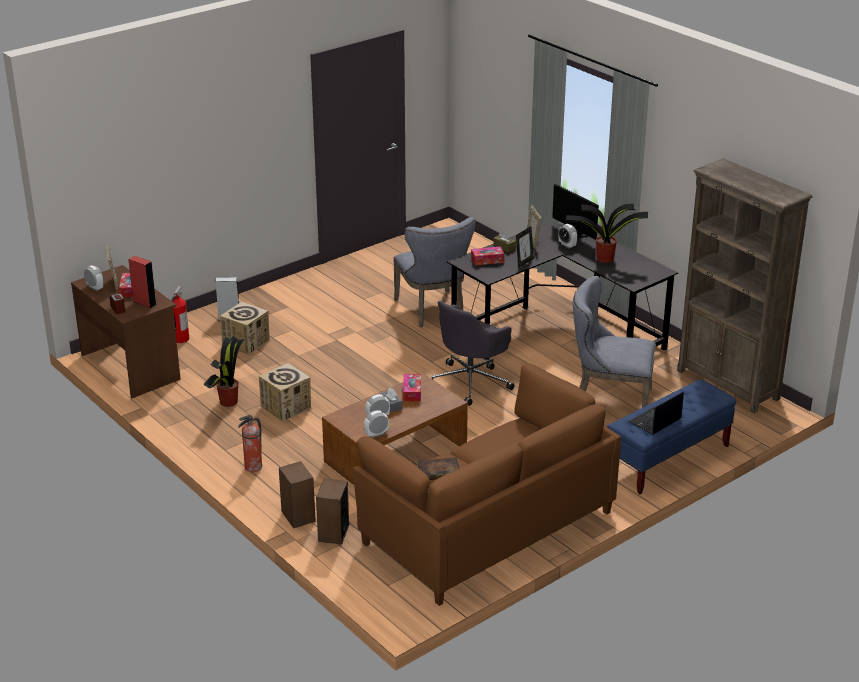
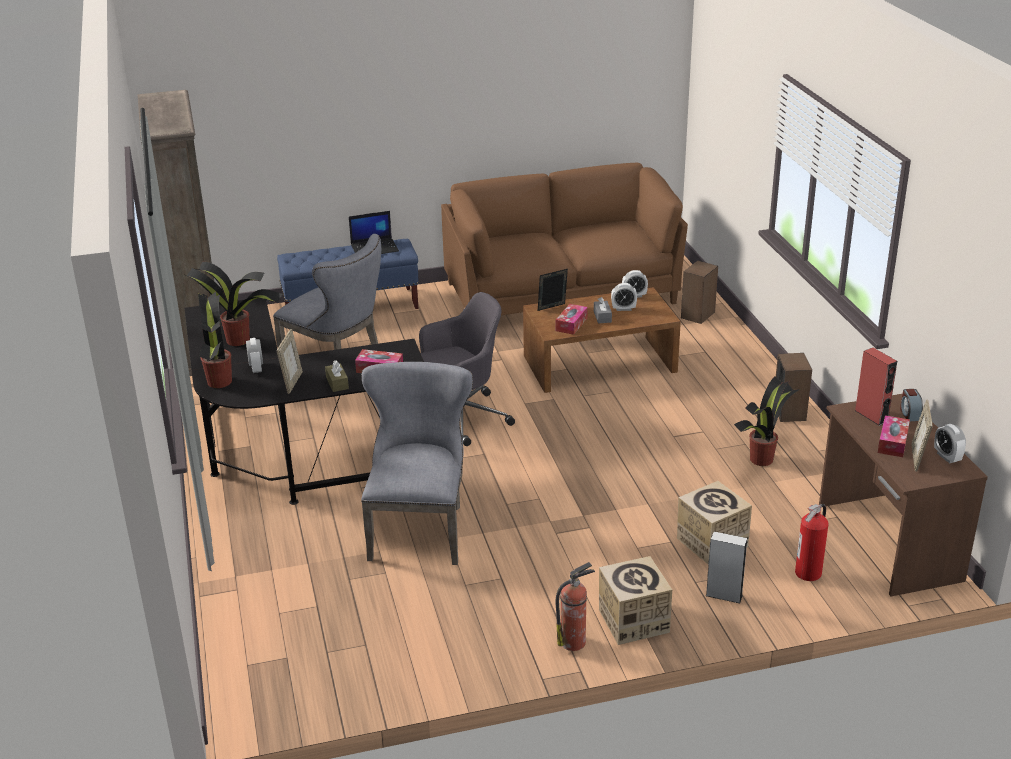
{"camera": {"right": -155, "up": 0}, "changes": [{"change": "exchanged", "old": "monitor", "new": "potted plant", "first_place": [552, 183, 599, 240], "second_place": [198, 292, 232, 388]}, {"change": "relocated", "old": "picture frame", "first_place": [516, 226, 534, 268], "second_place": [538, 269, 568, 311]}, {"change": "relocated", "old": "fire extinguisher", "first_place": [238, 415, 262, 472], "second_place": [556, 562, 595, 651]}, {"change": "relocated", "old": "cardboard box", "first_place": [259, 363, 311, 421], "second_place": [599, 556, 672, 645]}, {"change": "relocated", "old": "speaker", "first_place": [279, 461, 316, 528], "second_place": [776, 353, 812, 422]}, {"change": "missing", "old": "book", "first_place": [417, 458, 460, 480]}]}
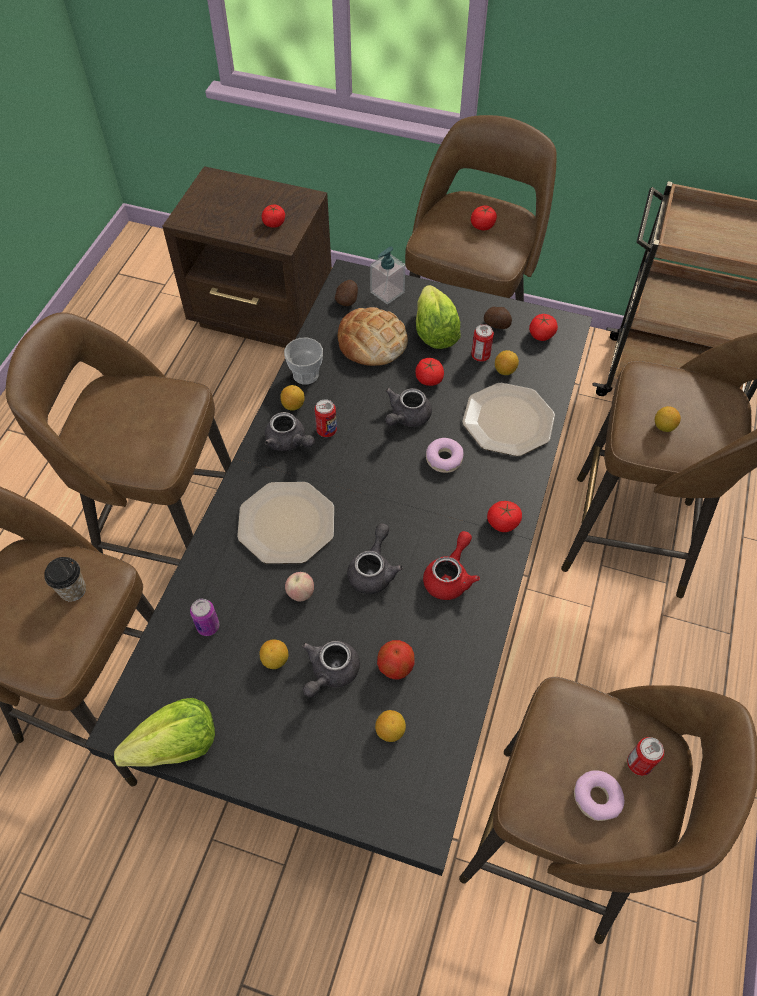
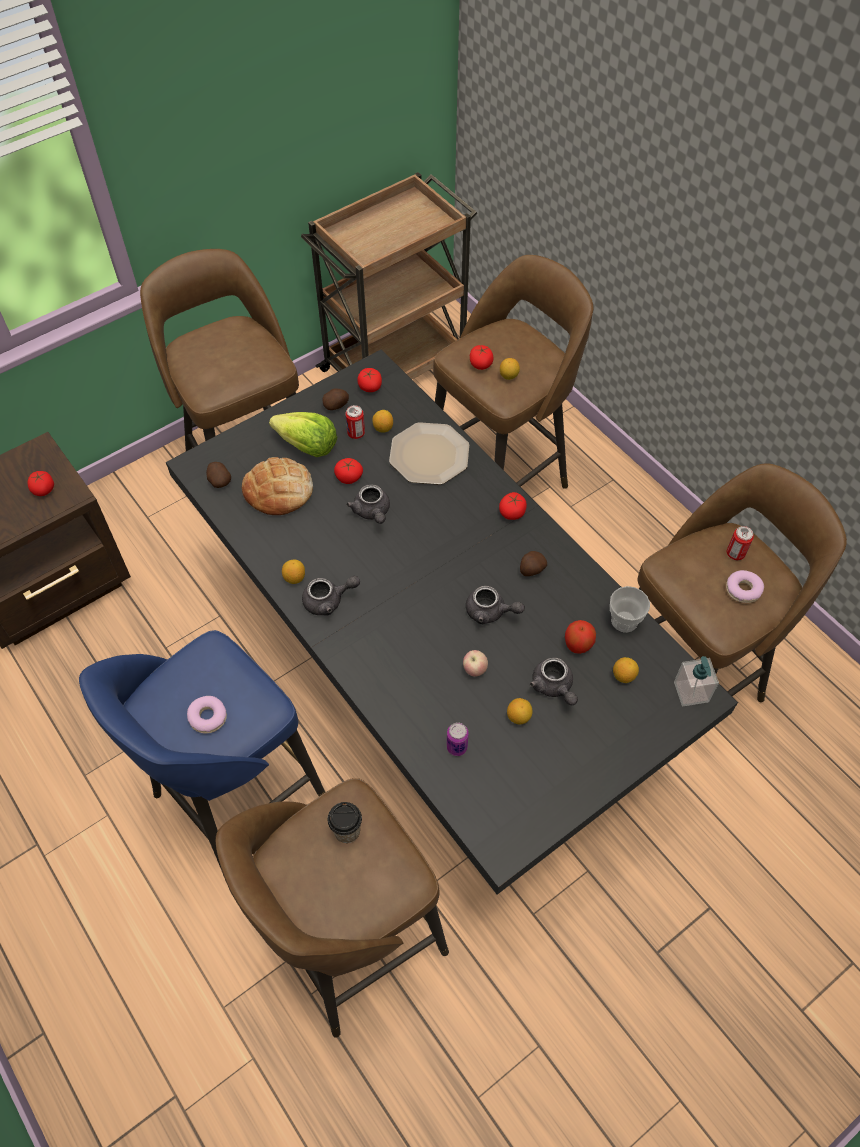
{"camera": {"right": -55, "up": 0}, "changes": [{"change": "colour", "old": "brown stool", "new": "blue stool", "first_place": [6, 312, 231, 566], "second_place": [79, 630, 325, 876]}, {"change": "relocated", "old": "donut", "first_place": [426, 438, 463, 473], "second_place": [187, 696, 227, 733]}, {"change": "spun", "old": "grey teapot", "first_place": [347, 523, 403, 594], "second_place": [466, 586, 525, 624], "degrees": 150}, {"change": "relocated", "old": "tomato", "first_place": [471, 205, 497, 230], "second_place": [470, 345, 493, 370]}, {"change": "exchanged", "old": "red teapot", "new": "potato", "first_place": [423, 531, 480, 600], "second_place": [520, 551, 547, 576]}, {"change": "relocated", "old": "cup", "first_place": [284, 338, 323, 385], "second_place": [610, 586, 650, 633]}, {"change": "relocated", "old": "soap dispenser", "first_place": [370, 246, 405, 304], "second_place": [674, 656, 719, 706]}, {"change": "missing", "old": "lettuce", "first_place": [114, 698, 215, 767]}, {"change": "missing", "old": "plate", "first_place": [237, 482, 334, 564]}, {"change": "missing", "old": "can", "first_place": [315, 399, 337, 437]}]}
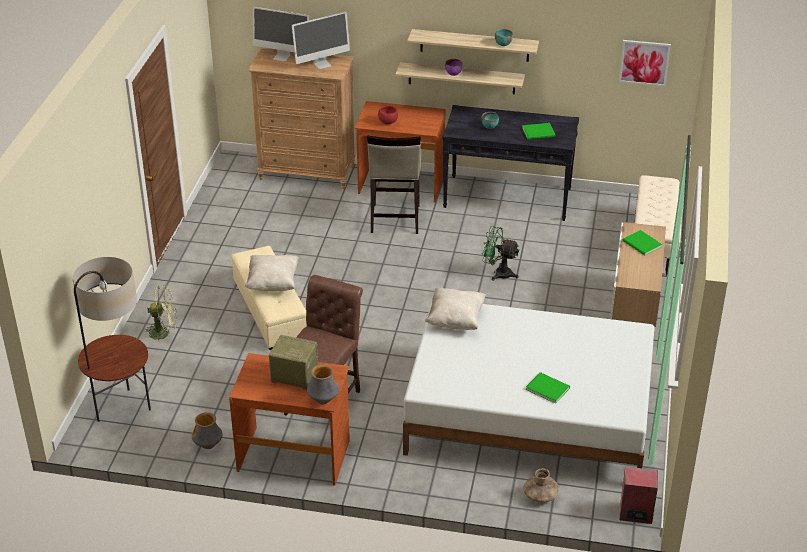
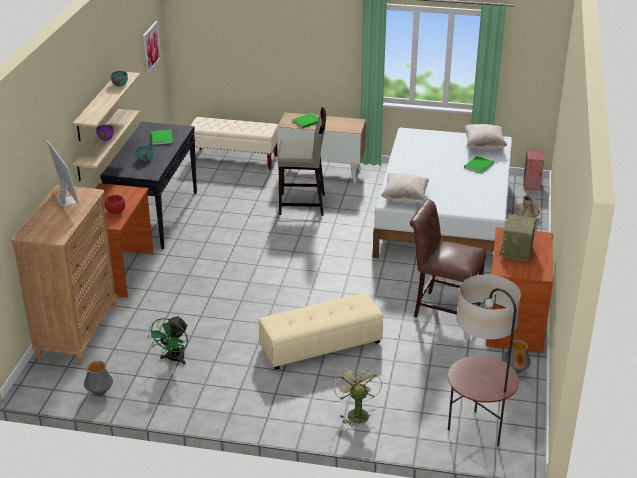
{"camera": {"right": -90, "up": -5}, "changes": [{"change": "relocated", "old": "vase", "first_place": [307, 364, 339, 404], "second_place": [84, 361, 113, 396]}, {"change": "relocated", "old": "green fan", "first_place": [482, 226, 519, 281], "second_place": [148, 316, 188, 365]}, {"change": "relocated", "old": "beige stool", "first_place": [367, 136, 421, 234], "second_place": [278, 107, 326, 216]}, {"change": "relocated", "old": "beige pillow", "first_place": [245, 255, 299, 291], "second_place": [464, 124, 507, 150]}, {"change": "missing", "old": "monitor", "first_place": [253, 7, 309, 61]}]}
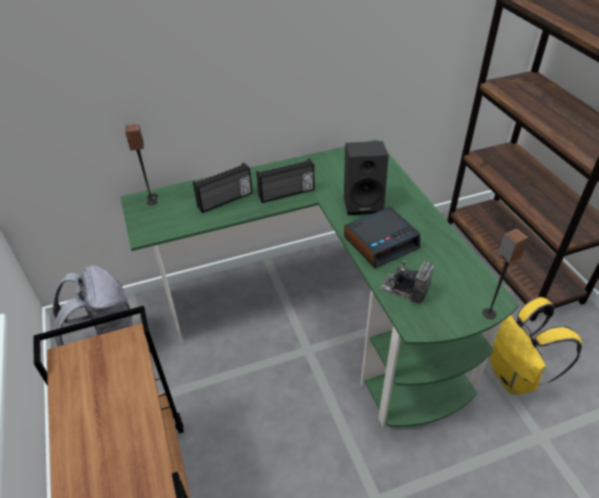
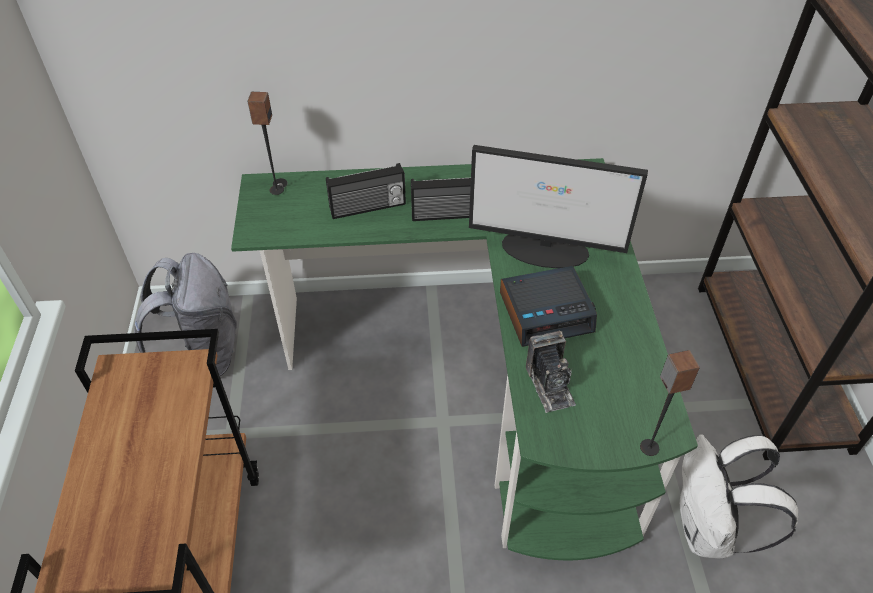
{"camera": {"right": 15, "up": 5}, "changes": [{"change": "exchanged", "old": "black speaker", "new": "monitor", "first_place": [344, 141, 389, 215], "second_place": [469, 145, 648, 268]}, {"change": "spun", "old": "photo camera", "first_place": [380, 260, 434, 304], "second_place": [526, 331, 576, 413], "degrees": -150}, {"change": "colour", "old": "yellow backpack", "new": "white backpack", "first_place": [490, 297, 582, 395], "second_place": [680, 434, 798, 558]}]}
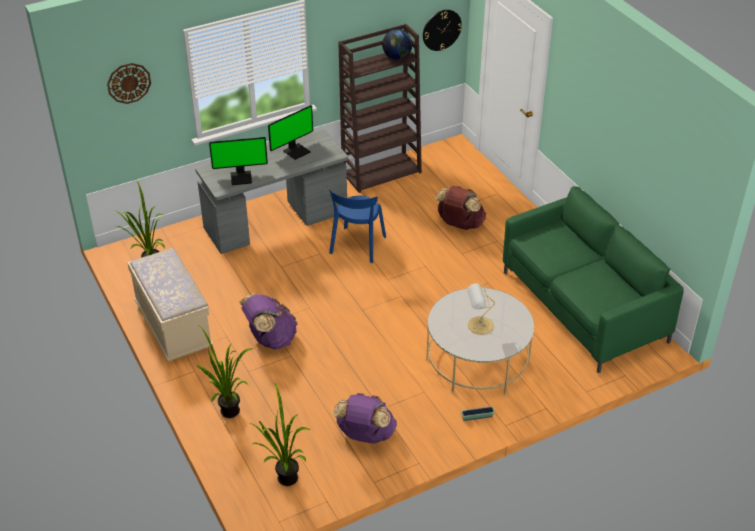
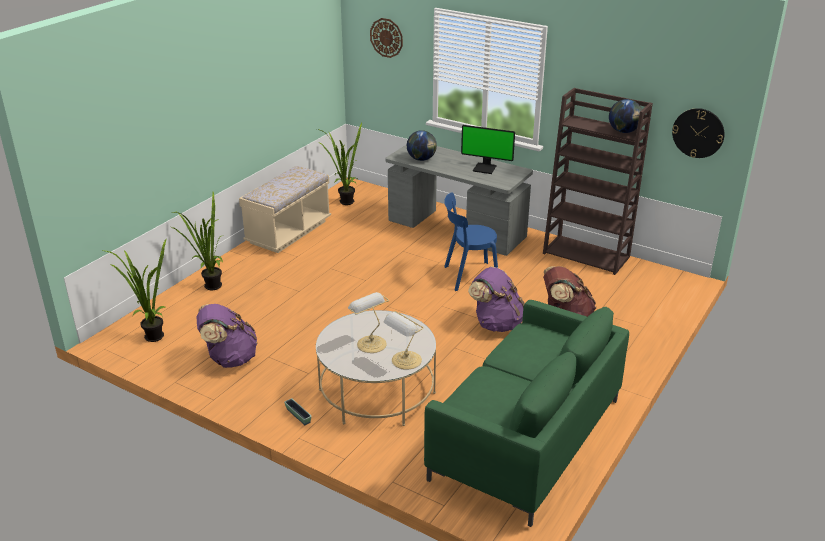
{"camera": {"right": 60, "up": -10}, "changes": [{"change": "appeared", "new": "table lamp", "second_place": [384, 311, 424, 370]}, {"change": "exchanged", "old": "monitor", "new": "globe", "first_place": [209, 137, 268, 185], "second_place": [407, 130, 437, 161]}, {"change": "relocated", "old": "purple backpack", "first_place": [240, 294, 297, 350], "second_place": [468, 267, 525, 332]}]}
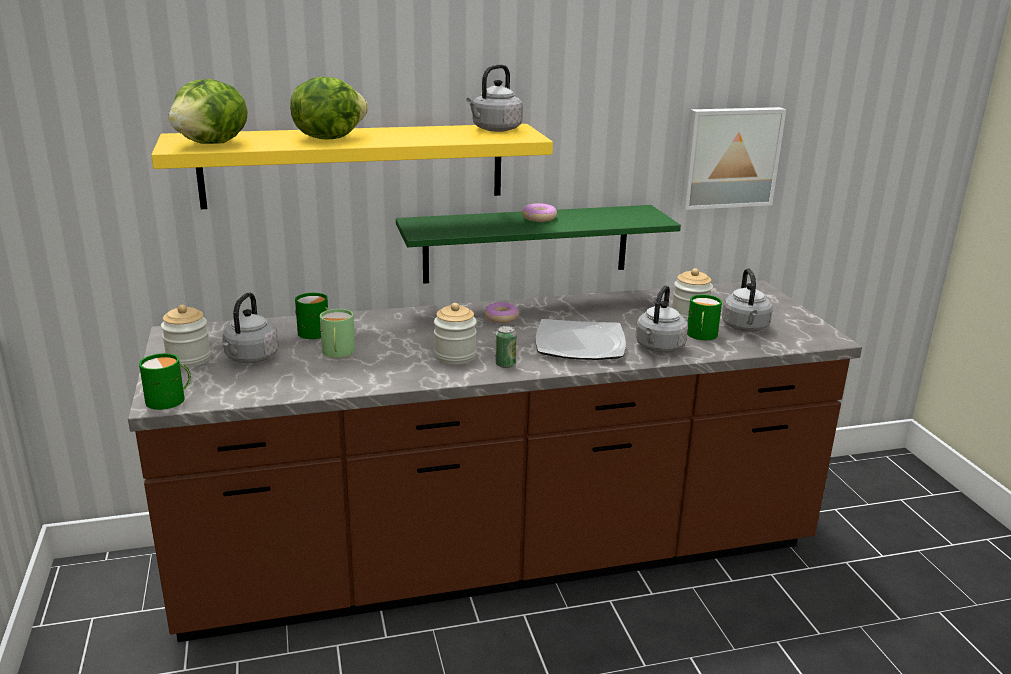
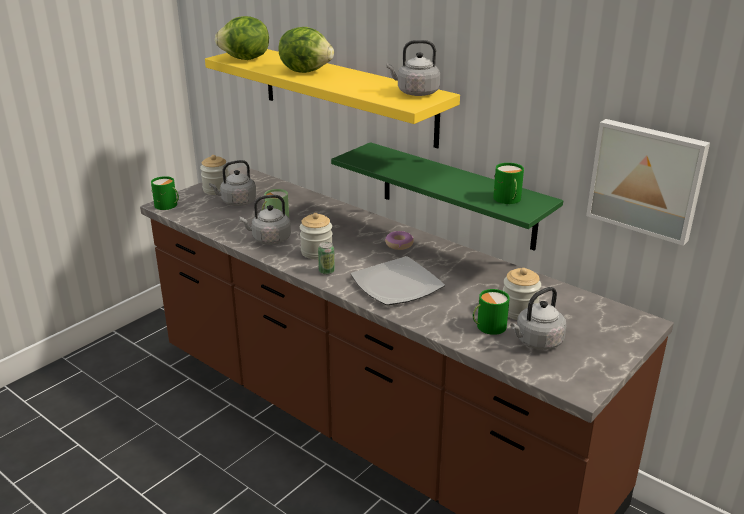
{"camera": {"right": 55, "up": 5}, "changes": [{"change": "relocated", "old": "grey kettle", "first_place": [635, 285, 688, 353], "second_place": [239, 195, 291, 245]}, {"change": "relocated", "old": "green mug", "first_place": [295, 293, 329, 339], "second_place": [493, 163, 524, 204]}, {"change": "missing", "old": "donut", "first_place": [522, 203, 557, 222]}]}
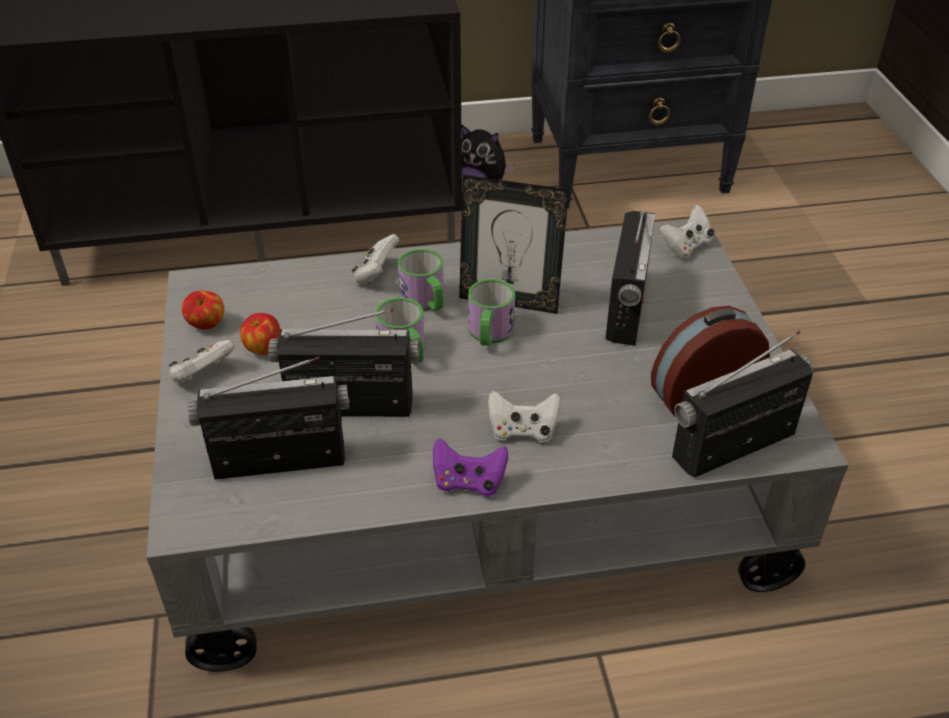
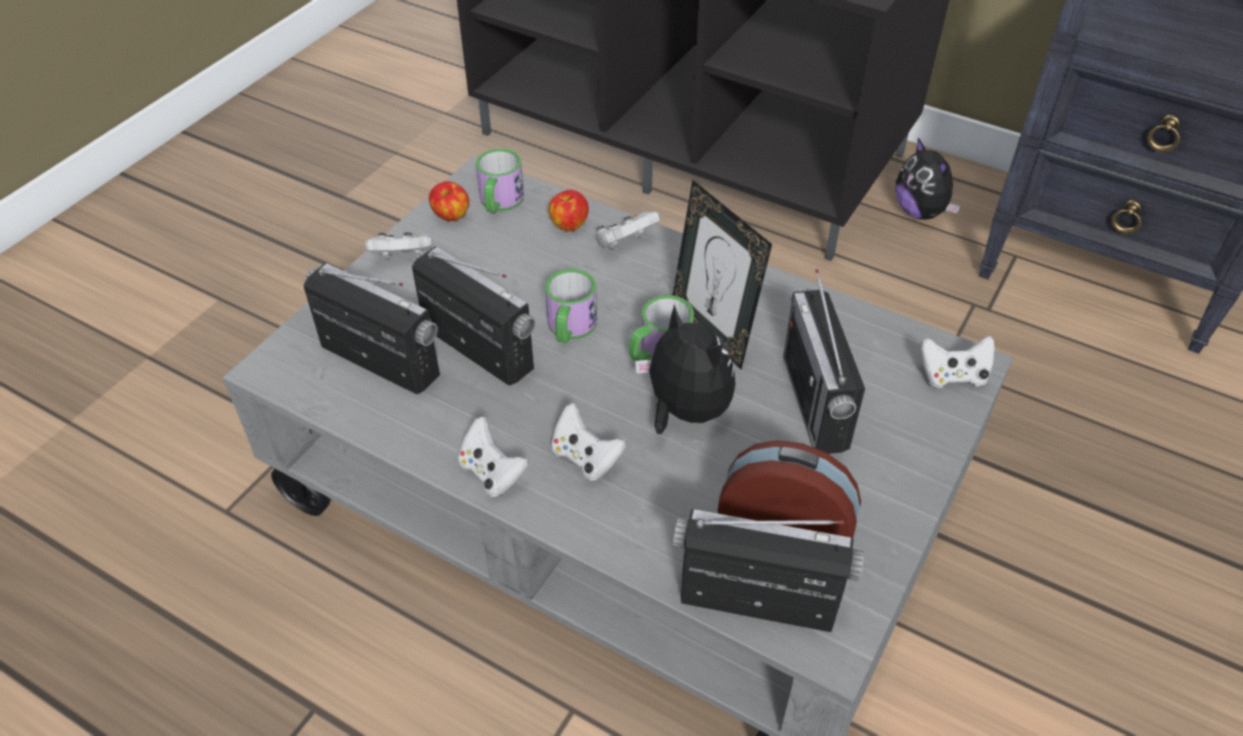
{"camera": {"right": 40, "up": 5}, "changes": [{"change": "colour", "old": "purple game controller", "new": "white game controller", "first_place": [433, 439, 508, 497], "second_place": [458, 417, 529, 497]}, {"change": "relocated", "old": "mug", "first_place": [398, 249, 444, 311], "second_place": [476, 149, 524, 213]}, {"change": "relocated", "old": "apple", "first_place": [240, 313, 280, 355], "second_place": [548, 190, 589, 231]}, {"change": "appeared", "new": "plush toy", "second_place": [635, 304, 736, 434]}, {"change": "spun", "old": "radio", "first_place": [605, 211, 655, 346], "second_place": [783, 269, 865, 454], "degrees": 120}]}
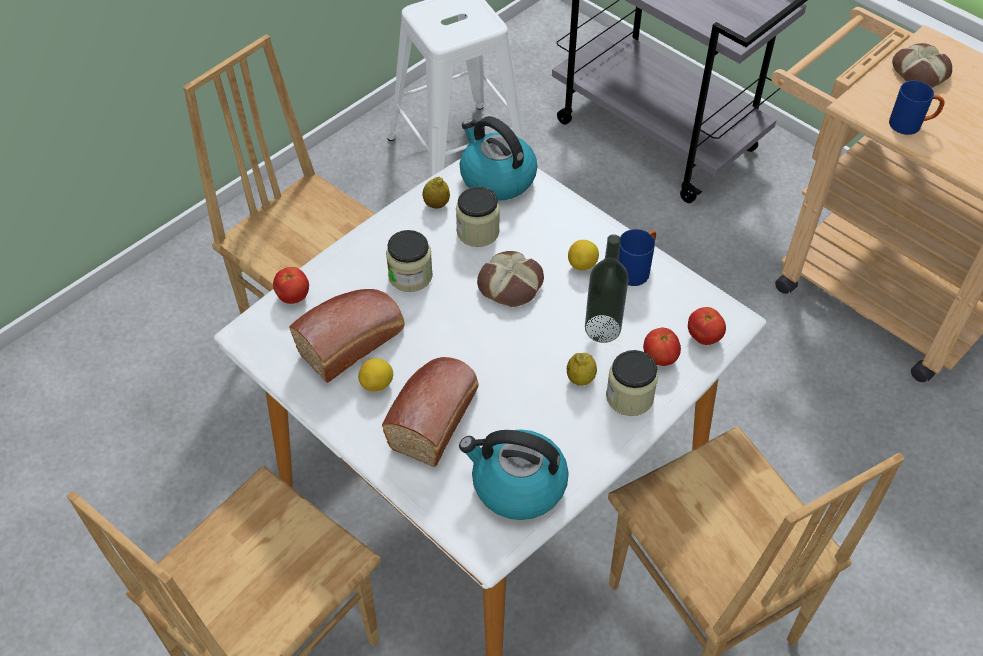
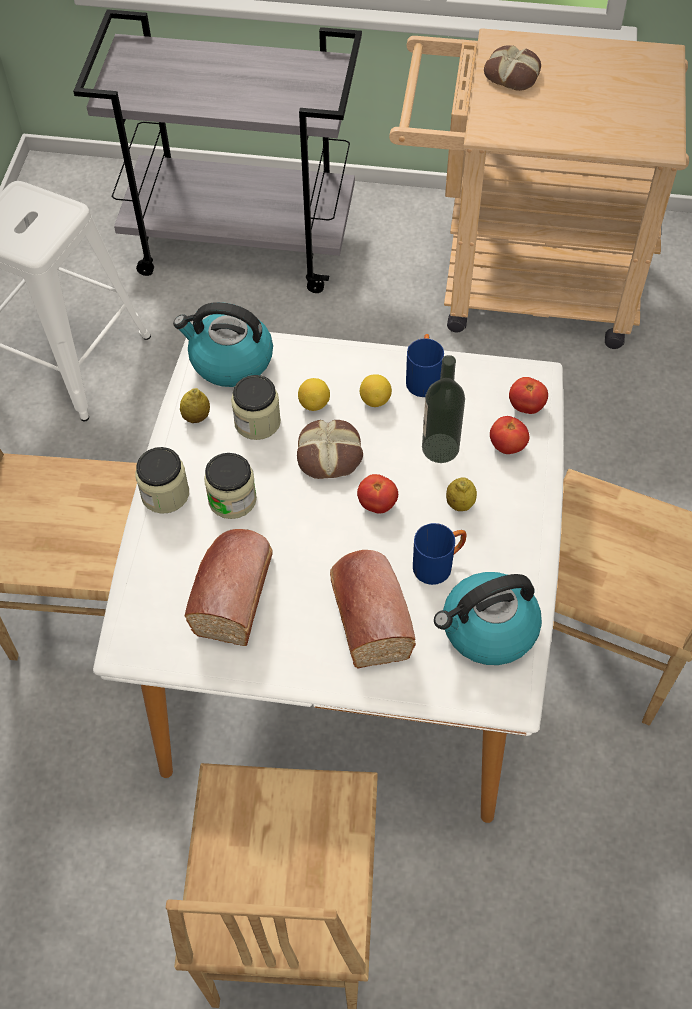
{"camera": {"right": -35, "up": 5}, "changes": [{"change": "relocated", "old": "jar", "first_place": [606, 350, 658, 416], "second_place": [135, 447, 189, 514]}, {"change": "relocated", "old": "lemon", "first_place": [358, 358, 393, 392], "second_place": [298, 378, 330, 411]}, {"change": "relocated", "old": "tomato", "first_place": [273, 267, 309, 304], "second_place": [357, 474, 398, 514]}, {"change": "relocated", "old": "blue mug", "first_place": [889, 80, 945, 135], "second_place": [413, 523, 467, 585]}]}
